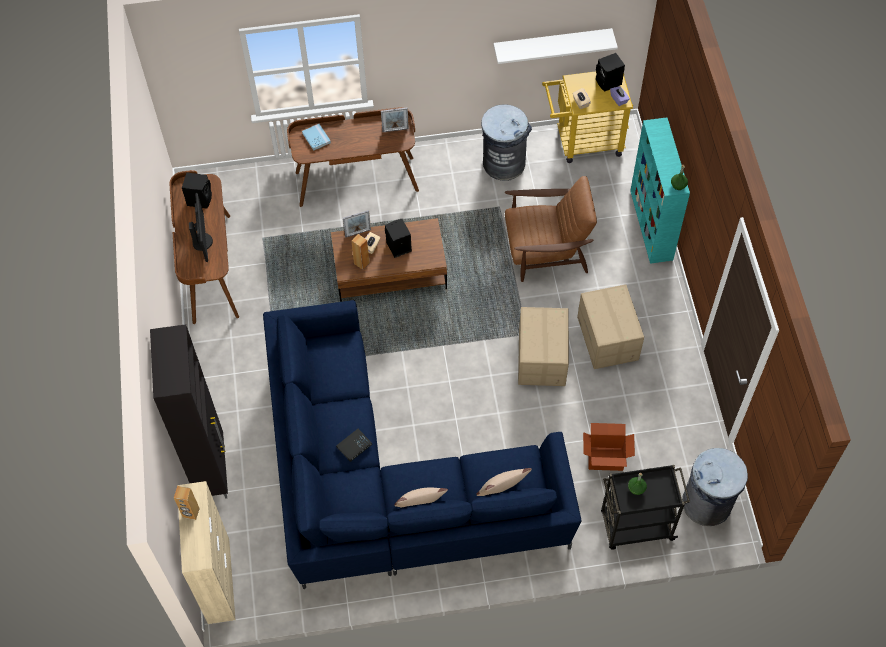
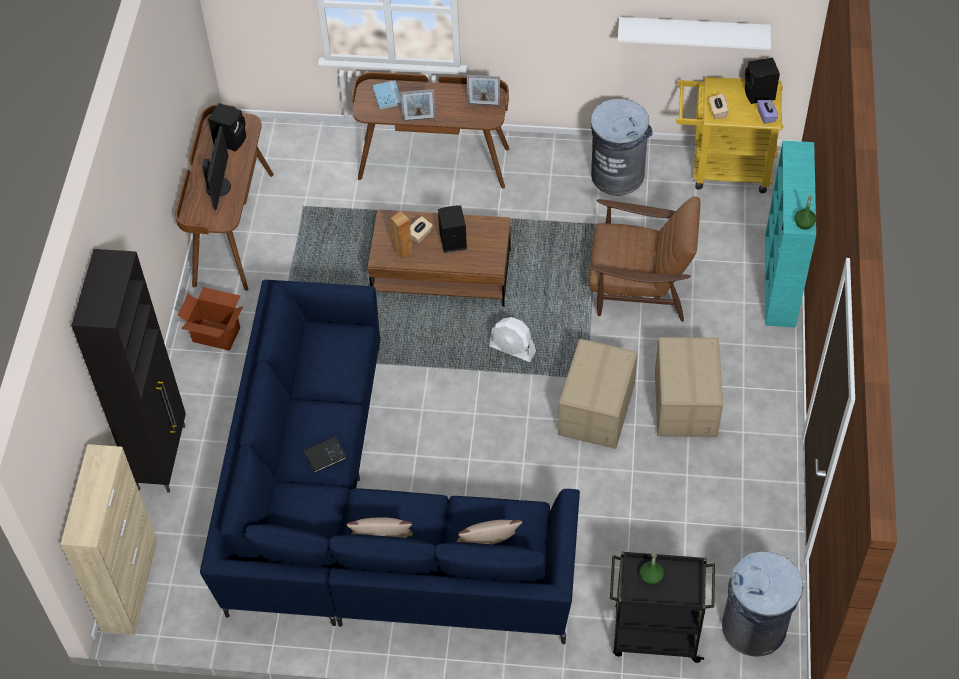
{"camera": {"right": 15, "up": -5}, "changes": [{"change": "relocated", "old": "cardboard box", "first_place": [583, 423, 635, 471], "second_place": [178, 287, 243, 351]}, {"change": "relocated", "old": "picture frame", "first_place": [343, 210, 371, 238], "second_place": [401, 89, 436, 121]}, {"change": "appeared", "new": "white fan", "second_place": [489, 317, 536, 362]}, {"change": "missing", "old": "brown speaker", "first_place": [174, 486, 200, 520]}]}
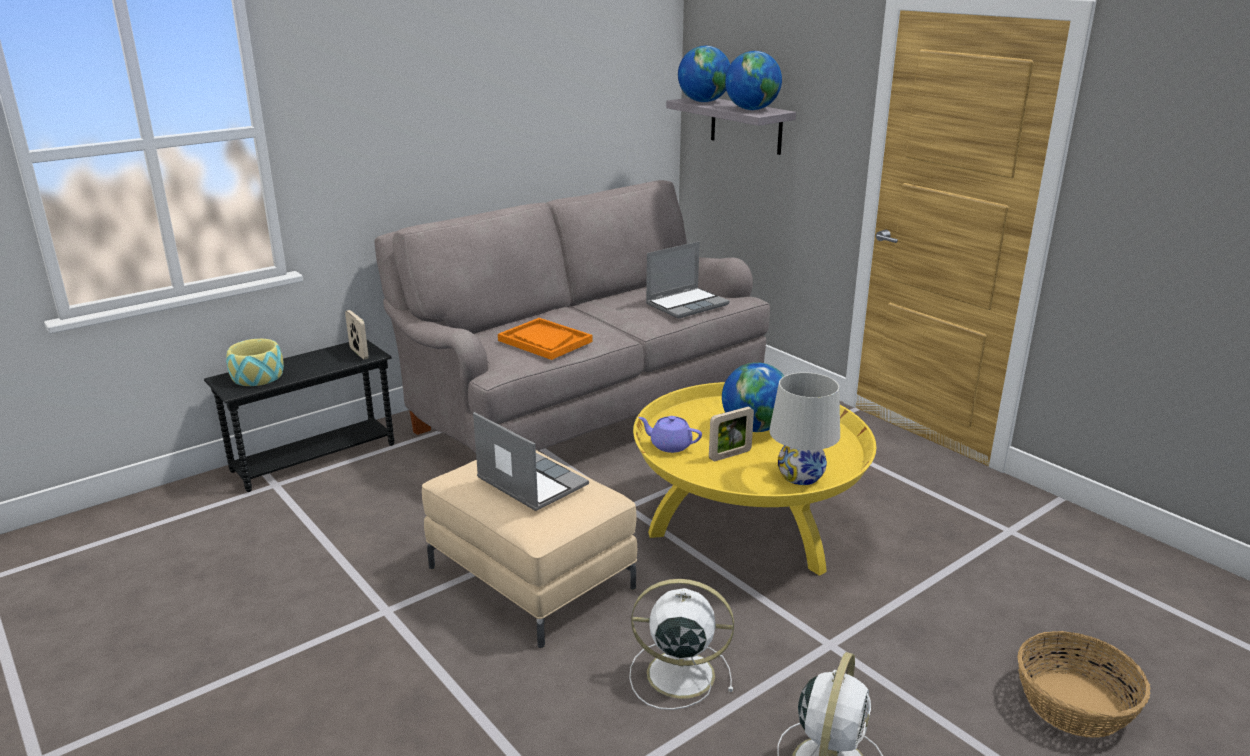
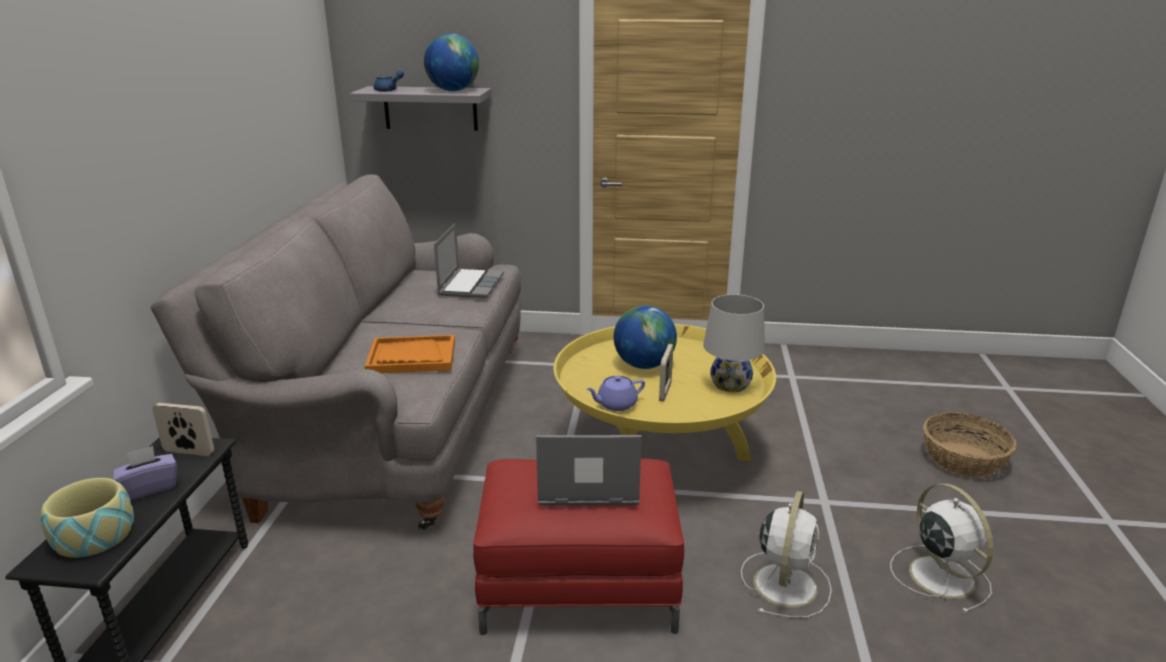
{"camera": {"right": -45, "up": 0}, "changes": [{"change": "appeared", "new": "purple tissue box", "second_place": [113, 446, 177, 500]}, {"change": "exchanged", "old": "globe", "new": "blue teapot", "first_place": [678, 46, 730, 102], "second_place": [374, 70, 404, 92]}, {"change": "colour", "old": "beige ottoman", "new": "red ottoman", "first_place": [422, 450, 637, 648], "second_place": [473, 459, 684, 635]}, {"change": "spun", "old": "white fan", "first_place": [629, 579, 734, 710], "second_place": [741, 491, 832, 618], "degrees": 150}]}
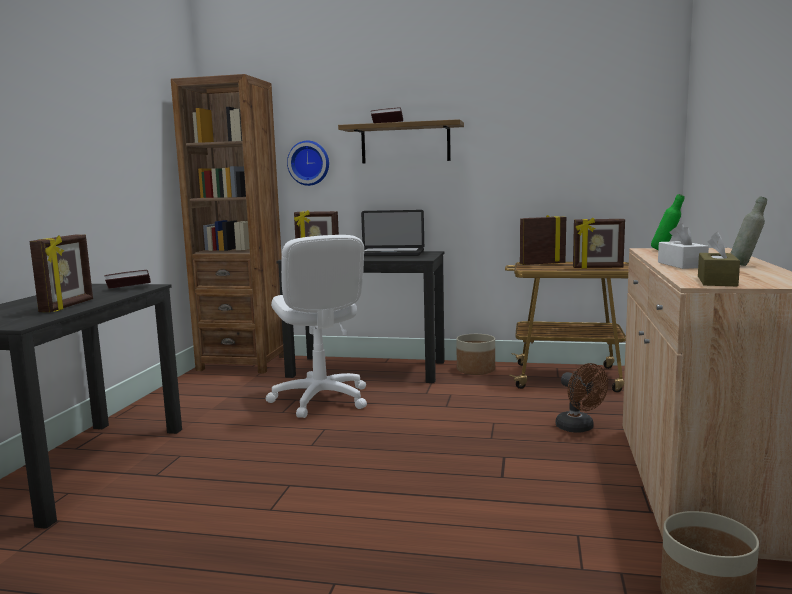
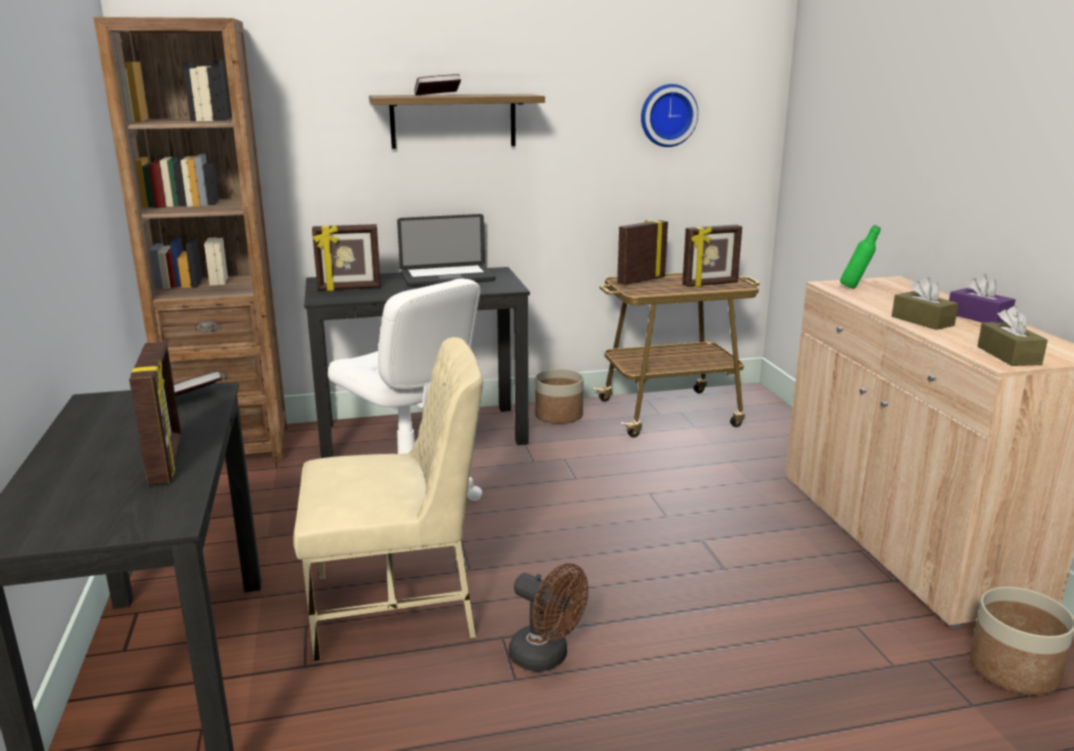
{"camera": {"right": -25, "up": 10}, "changes": [{"change": "appeared", "new": "beige chair", "second_place": [293, 337, 483, 662]}, {"change": "relocated", "old": "brown fan", "first_place": [556, 363, 608, 433], "second_place": [509, 563, 589, 672]}, {"change": "relocated", "old": "wall clock", "first_place": [287, 141, 329, 186], "second_place": [641, 84, 698, 147]}, {"change": "colour", "old": "white tissue box", "new": "brown tissue box", "first_place": [658, 223, 709, 269], "second_place": [892, 277, 958, 330]}, {"change": "exchanged", "old": "grey bottle", "new": "purple tissue box", "first_place": [731, 197, 767, 266], "second_place": [949, 274, 1015, 323]}]}
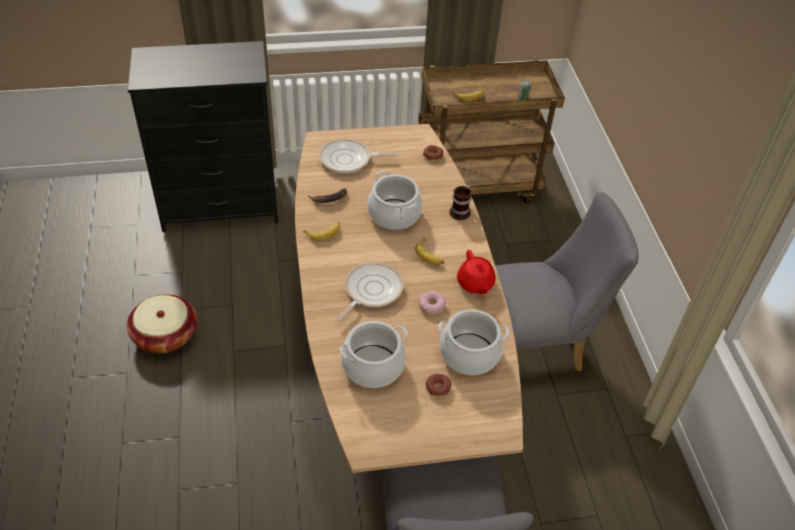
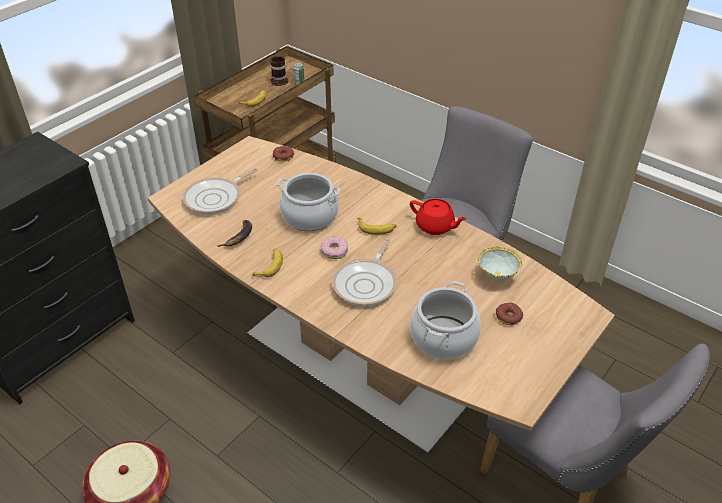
{"camera": {"right": -40, "up": -5}, "changes": [{"change": "relocated", "old": "mug", "first_place": [449, 185, 472, 220], "second_place": [270, 56, 288, 86]}, {"change": "relocated", "old": "donut", "first_place": [419, 291, 446, 315], "second_place": [321, 237, 348, 259]}, {"change": "spun", "old": "frying pan", "first_place": [336, 262, 404, 321], "second_place": [332, 239, 397, 306], "degrees": -150}, {"change": "exchanged", "old": "cooking pot", "new": "bowl", "first_place": [439, 309, 510, 375], "second_place": [478, 246, 522, 280]}]}
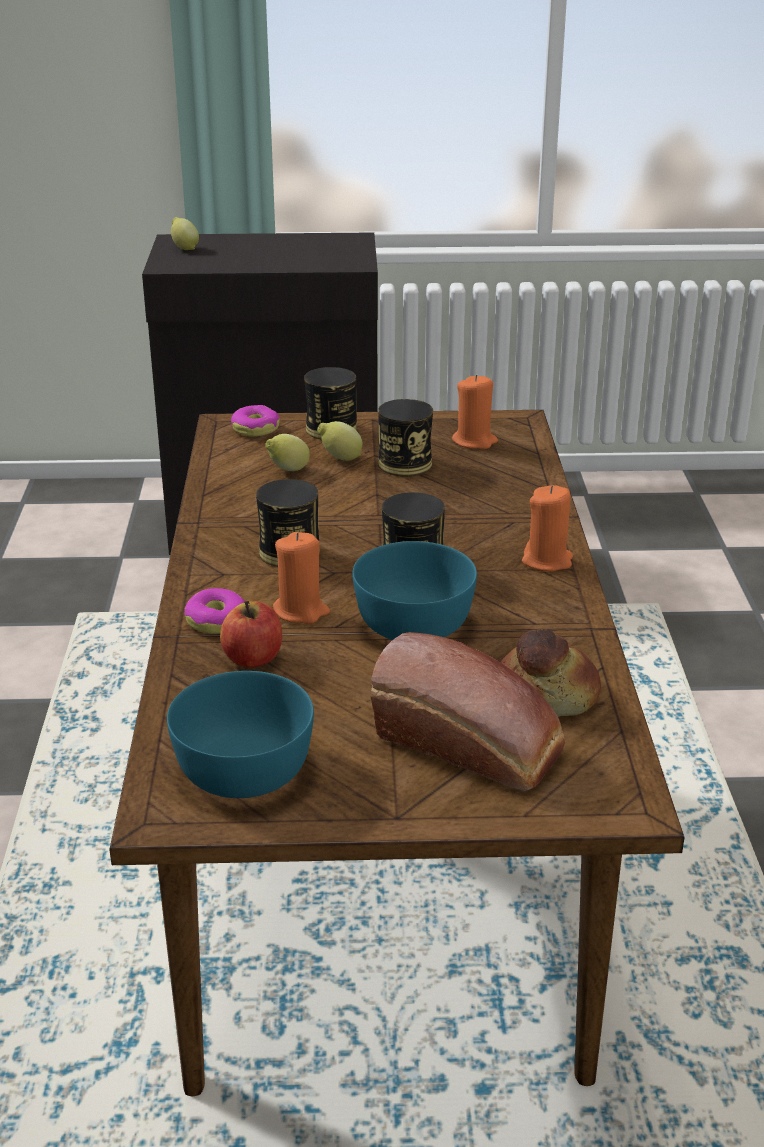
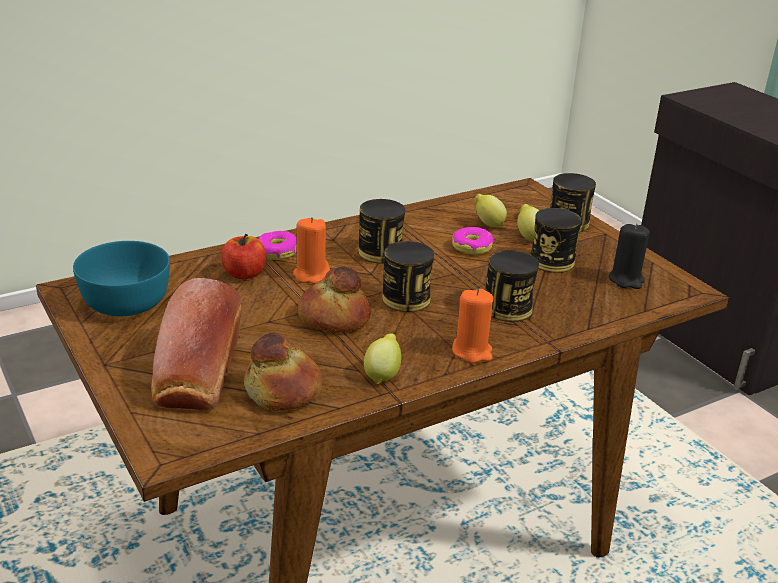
{"camera": {"right": 60, "up": 0}, "changes": [{"change": "exchanged", "old": "turquoise bowl", "new": "bread", "first_place": [353, 541, 477, 640], "second_place": [298, 266, 371, 333]}, {"change": "relocated", "old": "lemon", "first_place": [171, 217, 199, 250], "second_place": [364, 333, 401, 384]}, {"change": "relocated", "old": "donut", "first_place": [231, 405, 280, 437], "second_place": [452, 227, 493, 255]}, {"change": "appeared", "new": "can", "second_place": [485, 250, 539, 322]}, {"change": "colour", "old": "orange candle", "new": "black candle", "first_place": [452, 374, 498, 449], "second_place": [608, 223, 650, 289]}]}
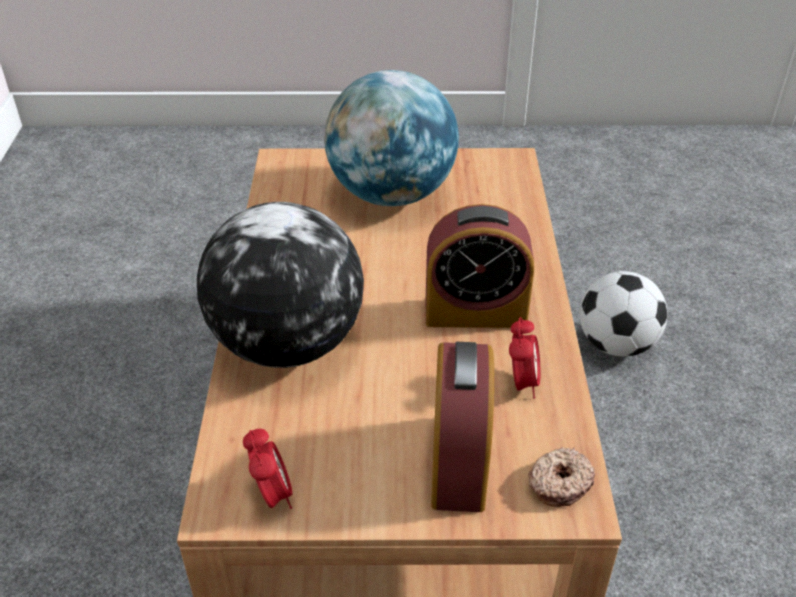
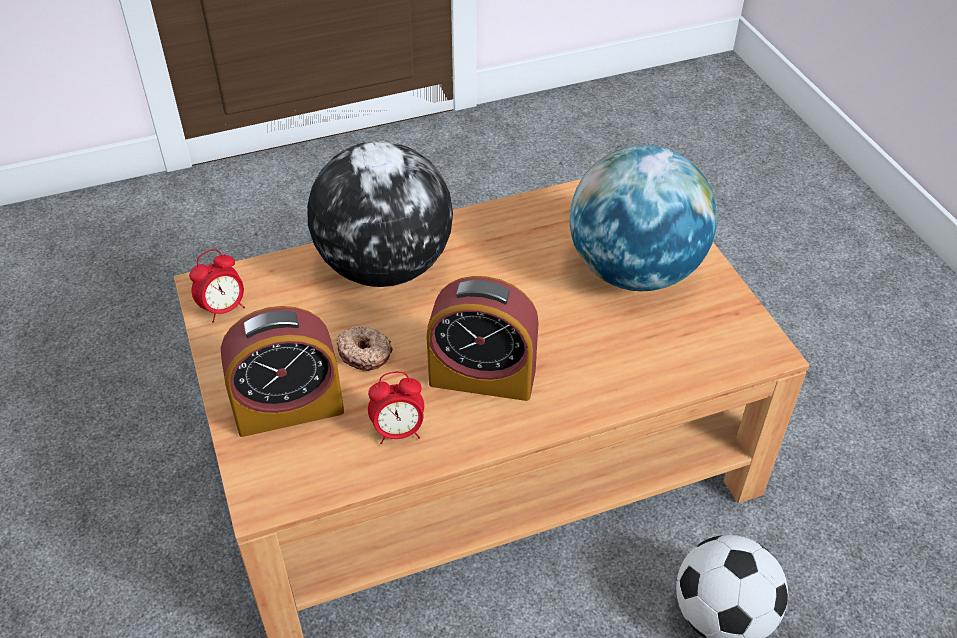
{"camera": {"right": 70, "up": 5}, "changes": [{"change": "relocated", "old": "donut", "first_place": [528, 447, 595, 507], "second_place": [337, 326, 393, 371]}, {"change": "spun", "old": "alarm clock", "first_place": [426, 204, 534, 328], "second_place": [426, 276, 539, 401], "degrees": -60}]}
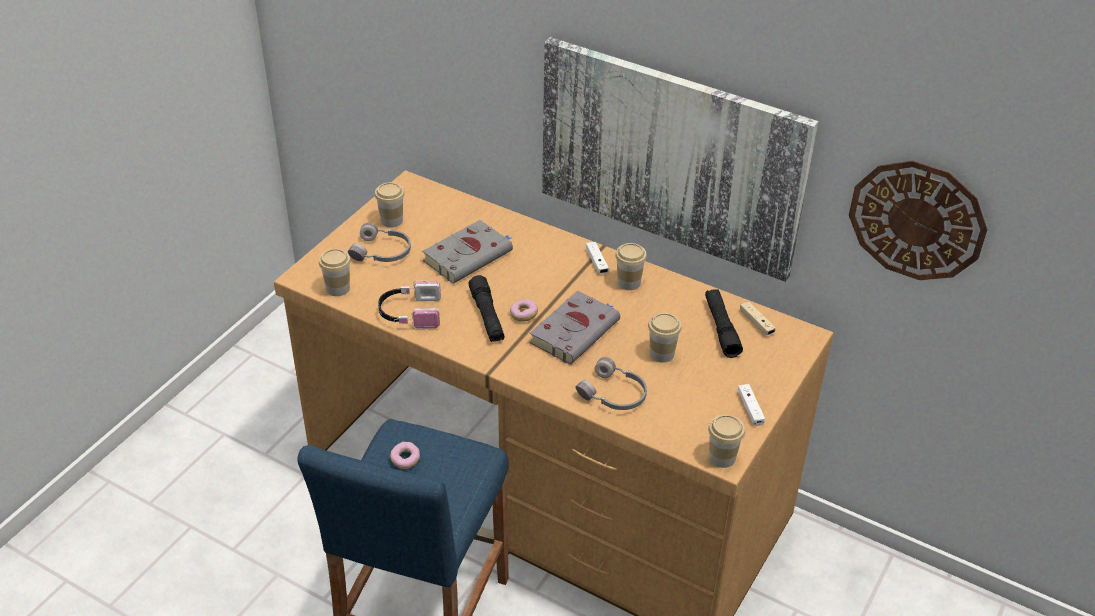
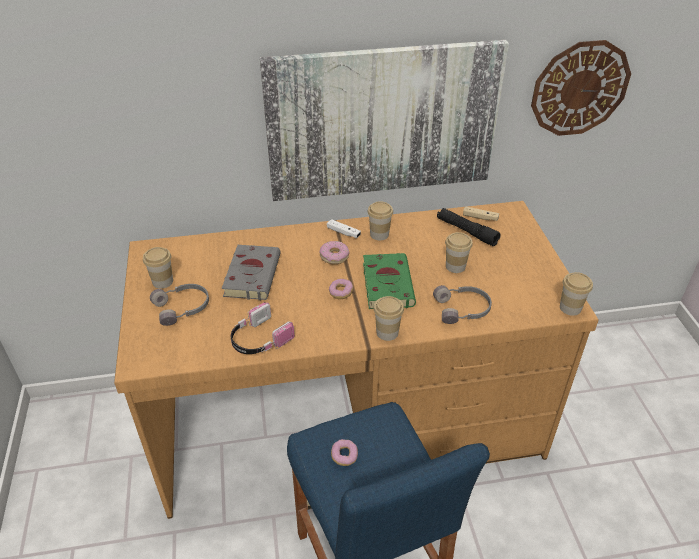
{"camera": {"right": -40, "up": 0}, "changes": [{"change": "appeared", "new": "donut", "second_place": [319, 241, 349, 264]}, {"change": "colour", "old": "grey book", "new": "green book", "first_place": [530, 291, 620, 364], "second_place": [363, 253, 416, 309]}, {"change": "relocated", "old": "cup", "first_place": [319, 249, 351, 296], "second_place": [373, 296, 404, 341]}, {"change": "missing", "old": "black flashlight", "first_place": [469, 275, 505, 342]}, {"change": "missing", "old": "white game controller", "first_place": [738, 384, 765, 426]}]}
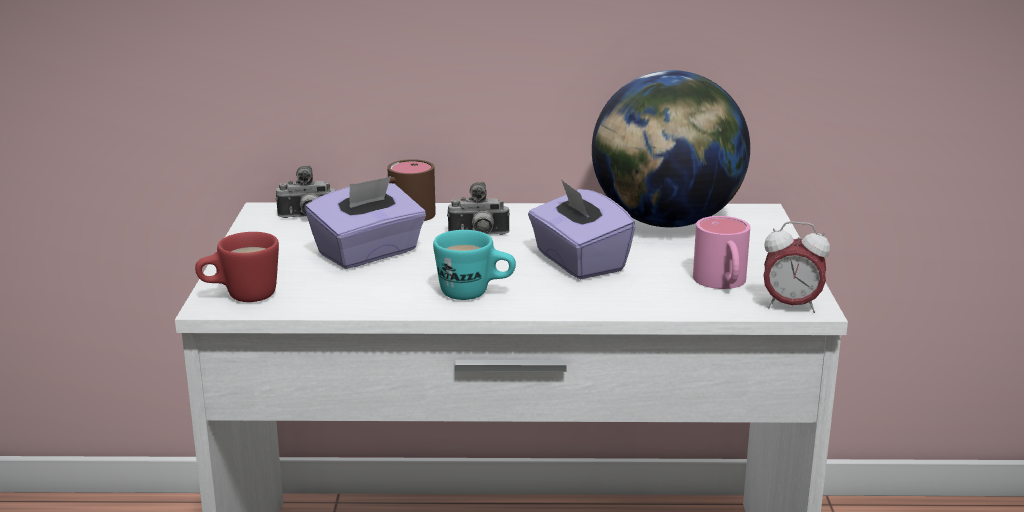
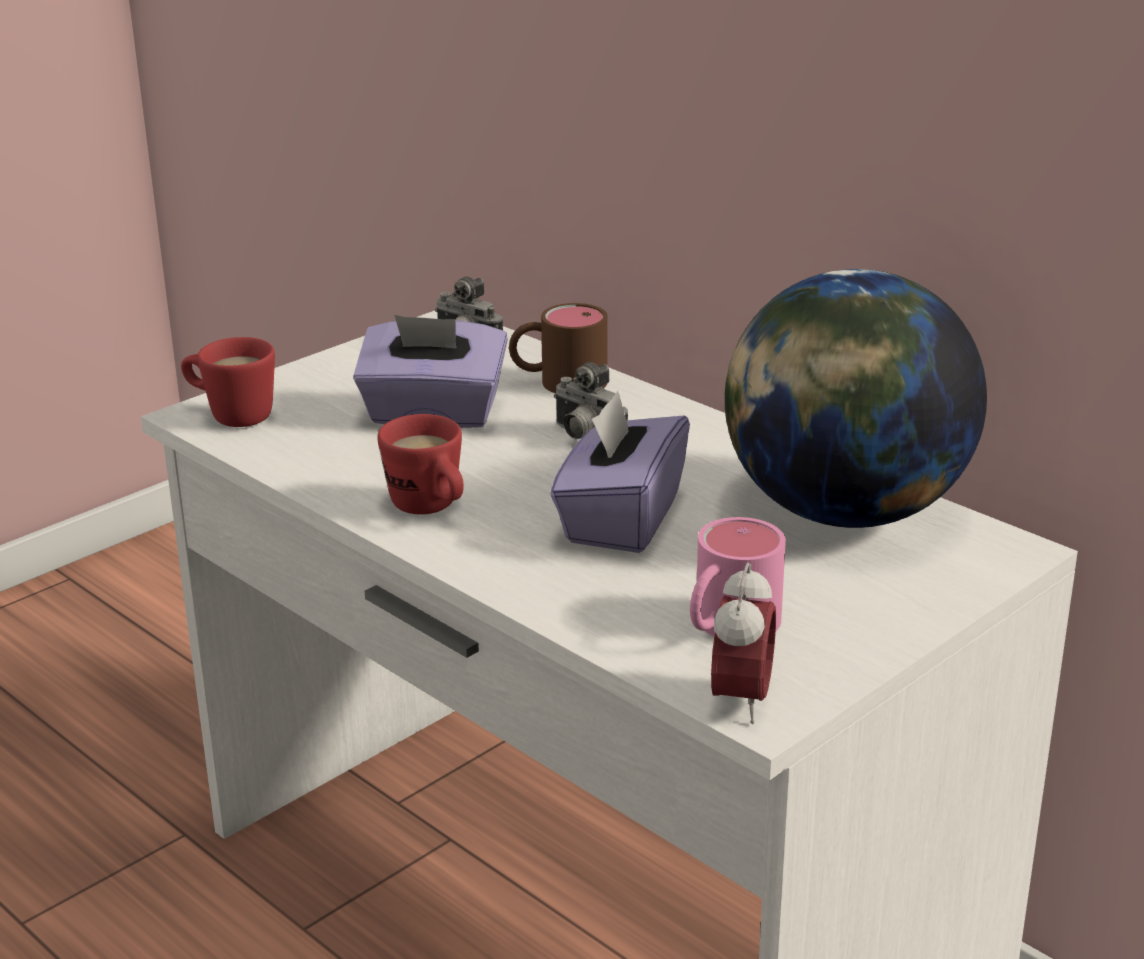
{"camera": {"right": 45, "up": 5}, "changes": [{"change": "colour", "old": "turquoise mug", "new": "red mug", "first_place": [433, 230, 516, 300], "second_place": [378, 414, 464, 514]}, {"change": "spun", "old": "alarm clock", "first_place": [763, 221, 830, 313], "second_place": [711, 563, 776, 724], "degrees": -135}]}
